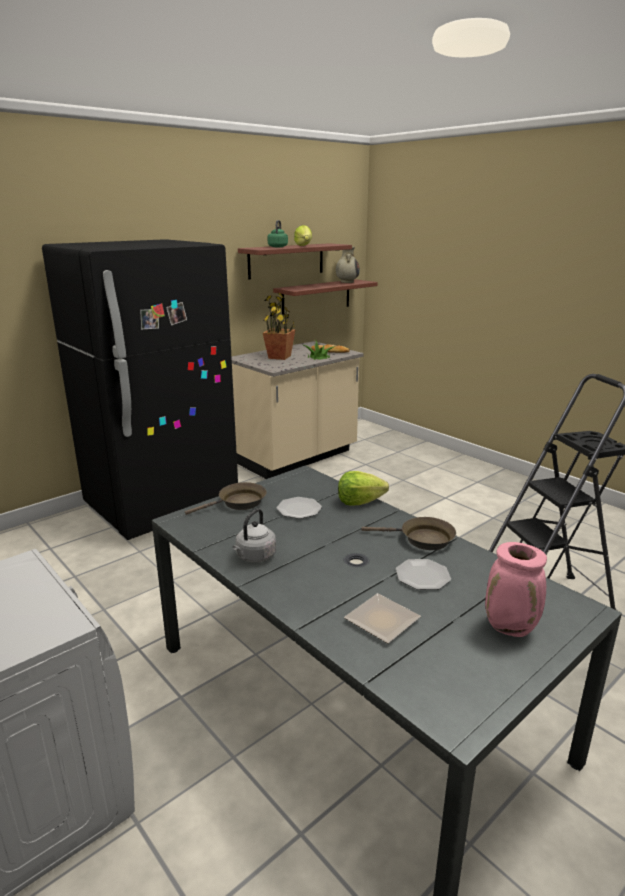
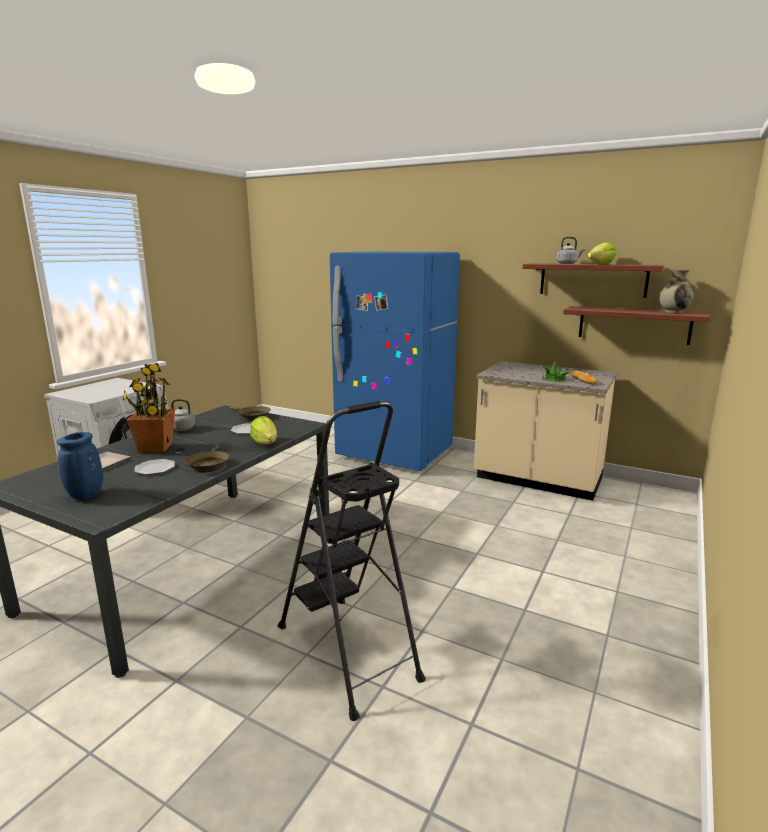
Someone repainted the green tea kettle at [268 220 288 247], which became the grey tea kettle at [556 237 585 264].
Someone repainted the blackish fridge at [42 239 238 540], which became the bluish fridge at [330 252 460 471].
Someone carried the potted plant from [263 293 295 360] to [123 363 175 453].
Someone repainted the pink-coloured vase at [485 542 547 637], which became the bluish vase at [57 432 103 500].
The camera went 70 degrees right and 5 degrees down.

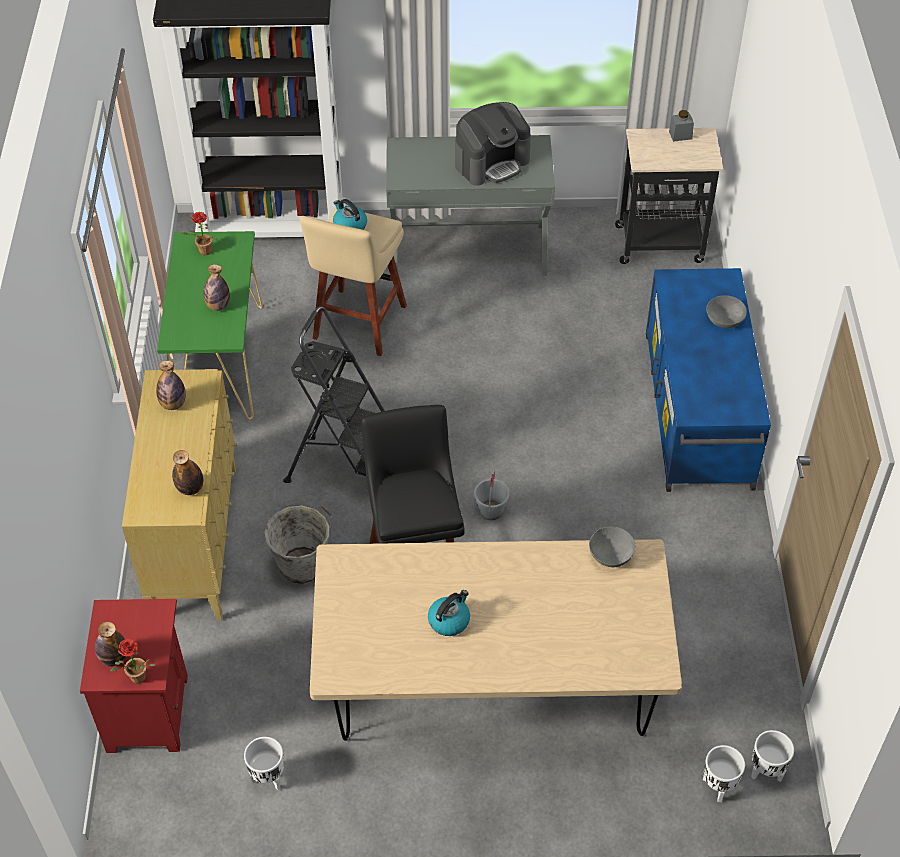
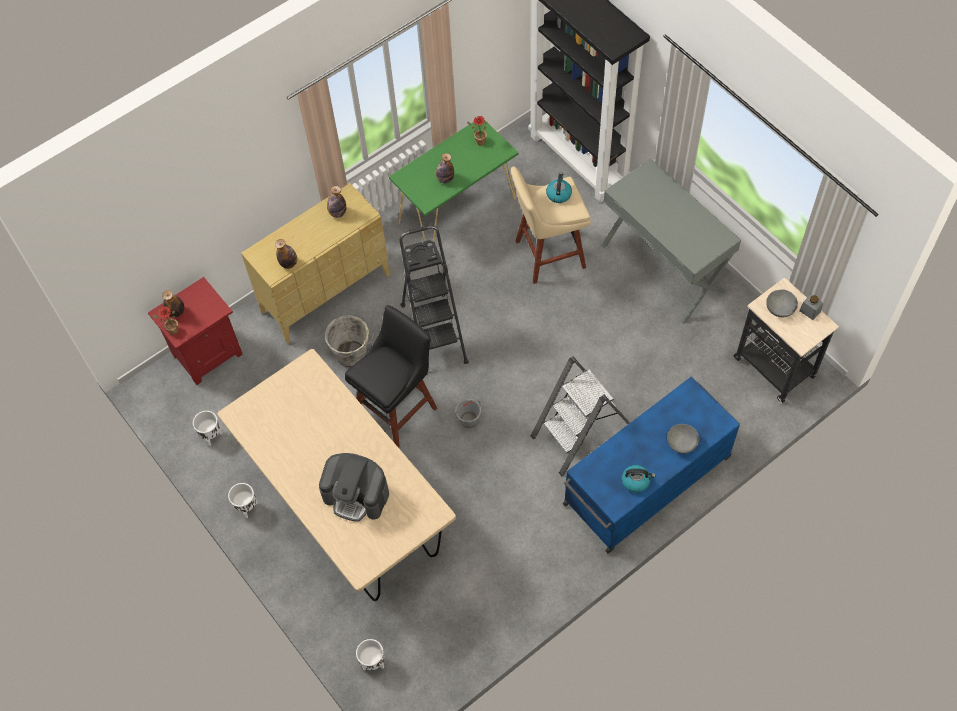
Someone carried the coffee maker from [455 102 531 186] to [319 453 389 522].
Someone carried the grey serving bowl from [589 527 636 567] to [766 290 798 317].
Someone carried the tea kettle from [428 590 470 636] to [622 465 656 493].
Someone carried the white-coloured flower pot from [751 730 794 782] to [228 483 258 518].
Someone put down the grey step stool at [530 356 630 476].
The camera went 55 degrees right and 10 degrees up.

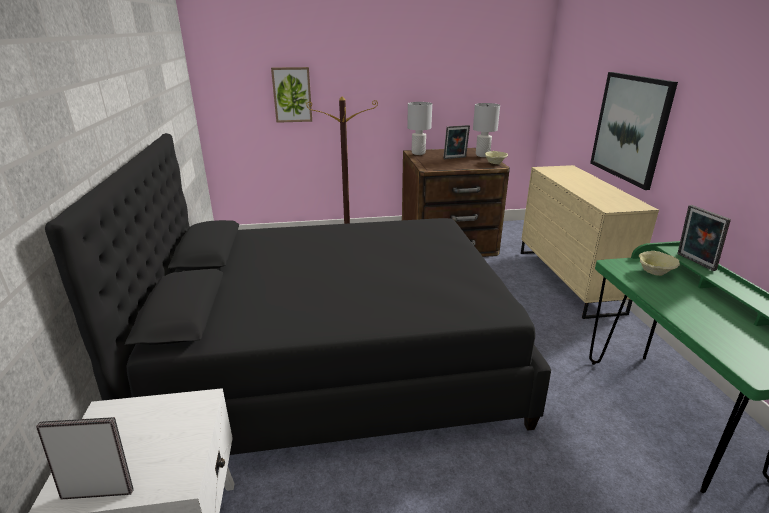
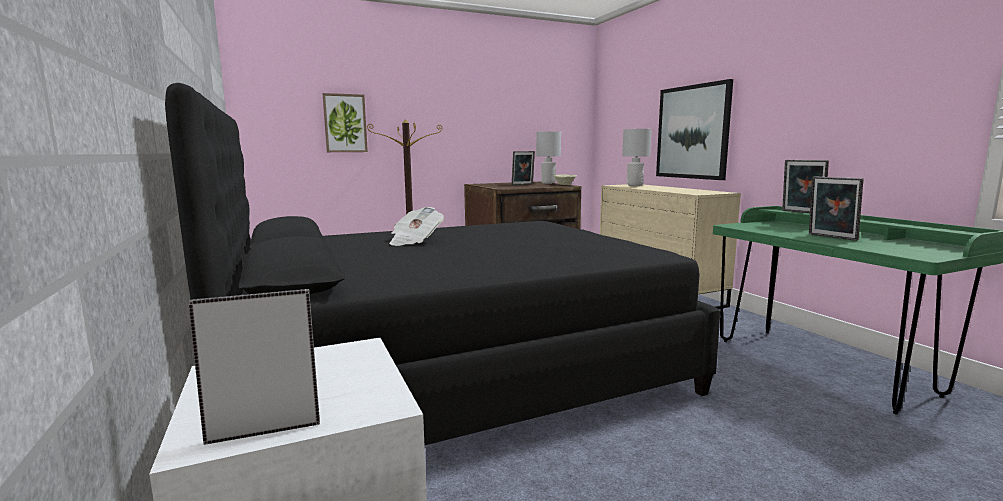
Someone carried the grey table lamp from [407 102 432 155] to [622 128 651 187].
Someone took away the beige-coloured serving bowl at [639 251 680 276].
Someone put down the picture frame at [809 177 864 241].
Someone put down the printed paper at [389 207 444 246].
The camera went 15 degrees left and 15 degrees down.

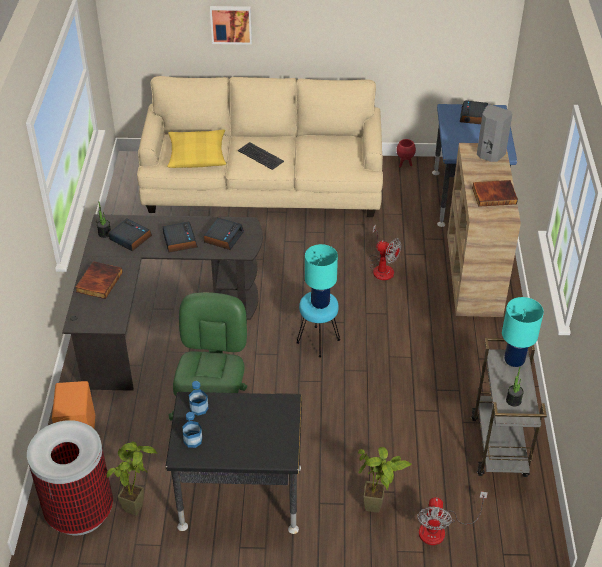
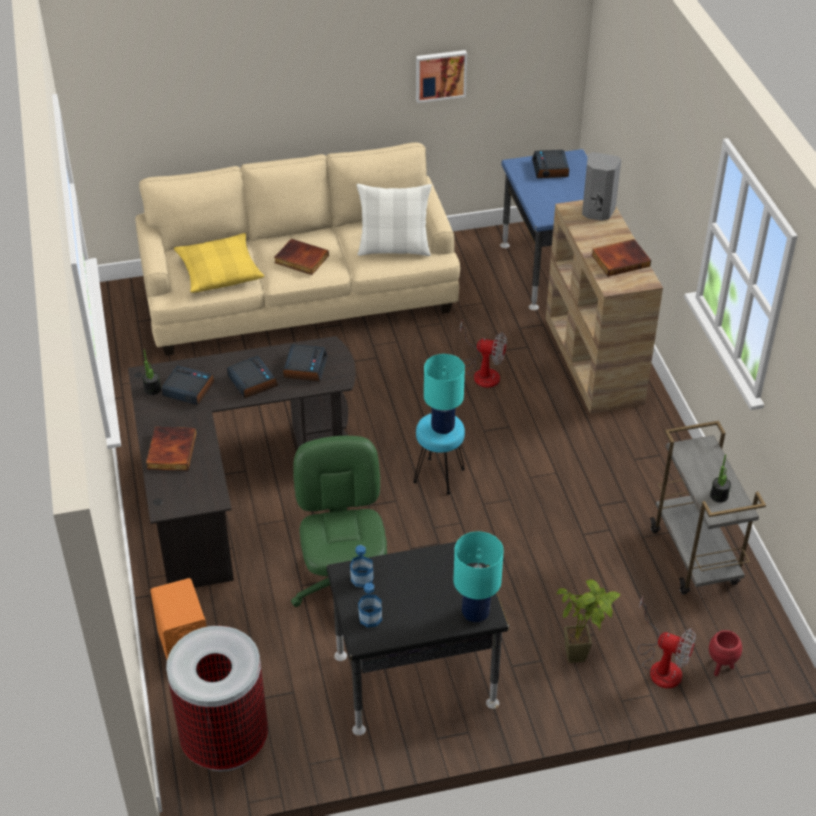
Someone carried the wall art from [210 6 252 45] to [416 50 467 103].
Someone carried the red flower pot from [396 139 416 168] to [709 630 742 676].
Someone swapped the PC keyboard at [238 142 284 170] for the volume at [274 239 329 275].
Someone carried the turquoise-coloured table lamp from [502 297 544 367] to [454 531 504 622].
Someone took away the potted plant at [107 441 157 516].
Someone rotated the cooling fan at [417 491 488 545] by 60 degrees counterclockwise.
Someone put down the white-coloured pillow at [357 184 432 256].
The camera went 15 degrees left and 0 degrees up.

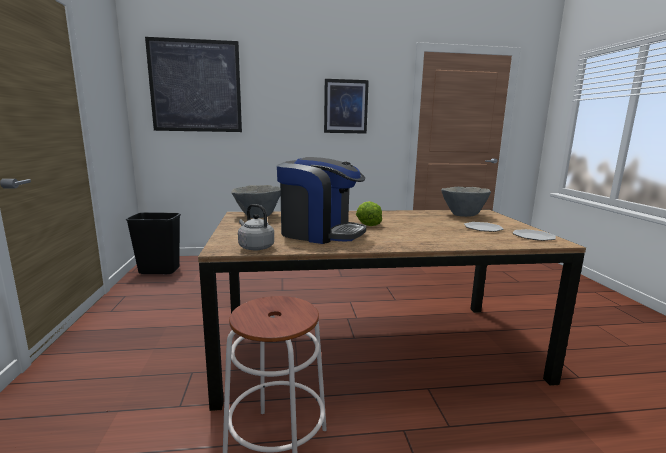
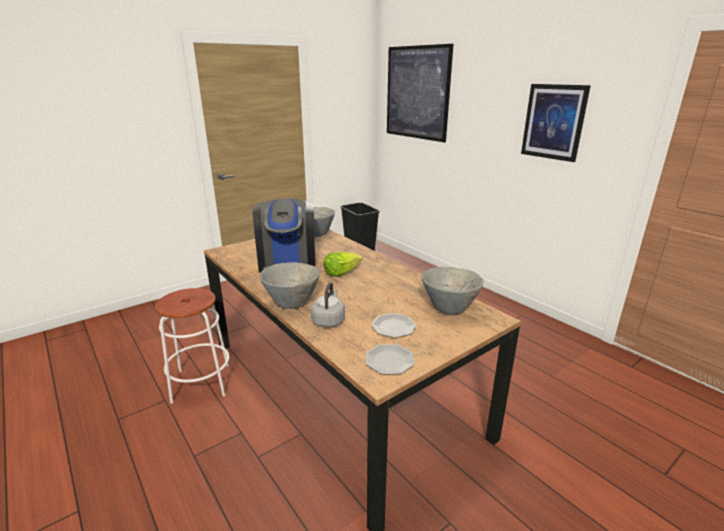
Someone carried the grey tea kettle from [238 204 274 250] to [311 282 345 327].
Someone put down the grey serving bowl at [259 262 320 309].
The camera went 60 degrees right and 10 degrees up.

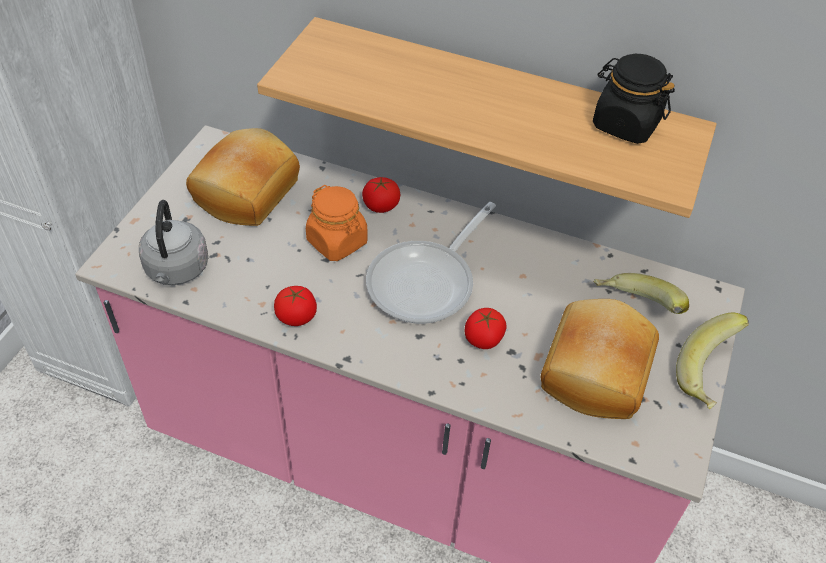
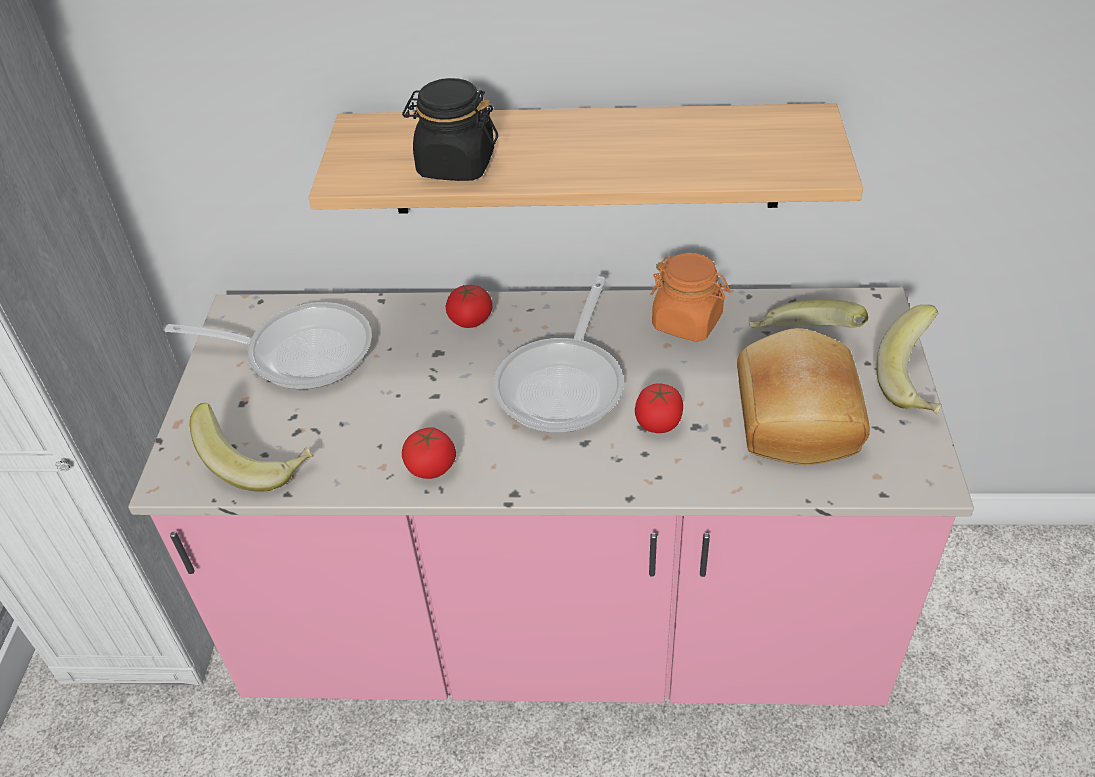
Someone carried the blackish storage jar from [593 54 675 144] to [402 78 498 181].
Someone swapped the bakery bread at [186 128 300 226] for the skillet at [165 302 372 389].
Someone carried the orange-coloured storage jar from [306 185 367 261] to [651 253 730 342].
Someone swapped the grey tea kettle at [139 200 208 285] for the banana fruit at [190 403 314 492].
The camera went 15 degrees left and 5 degrees down.

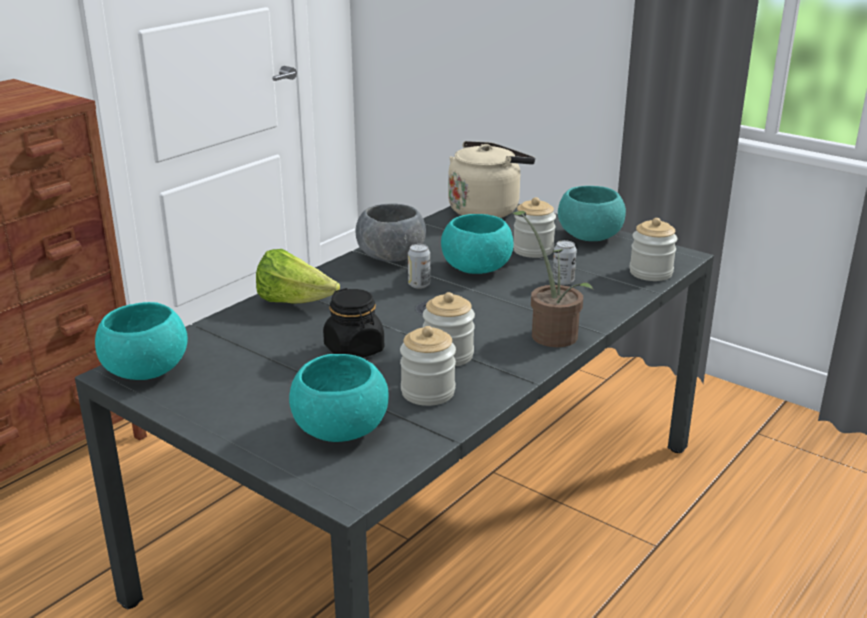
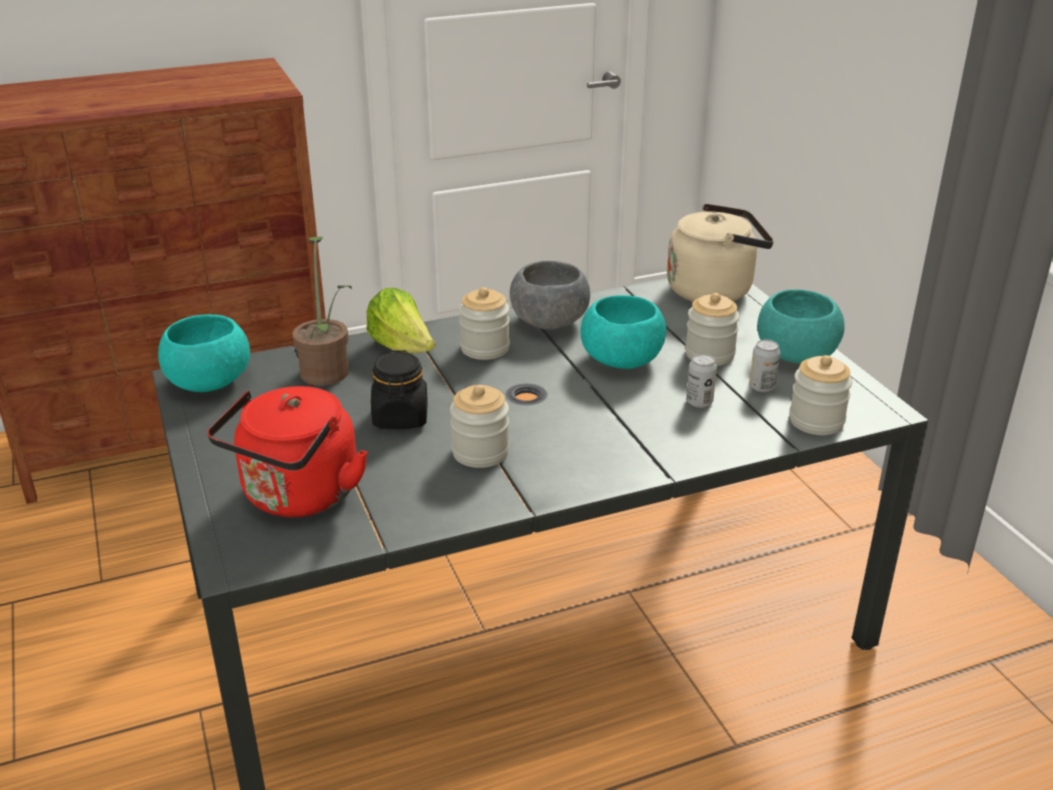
Someone carried the potted plant from [511 211 594 347] to [292 237 352 385].
Someone carried the sealed can from [408 244 430 289] to [749 340 780 392].
Someone carried the storage jar from [400 326 456 406] to [459 287 510 360].
Someone swapped the turquoise-coloured serving bowl at [289 354 389 442] for the red tea kettle at [207 386 368 517].
The camera went 30 degrees right and 5 degrees up.

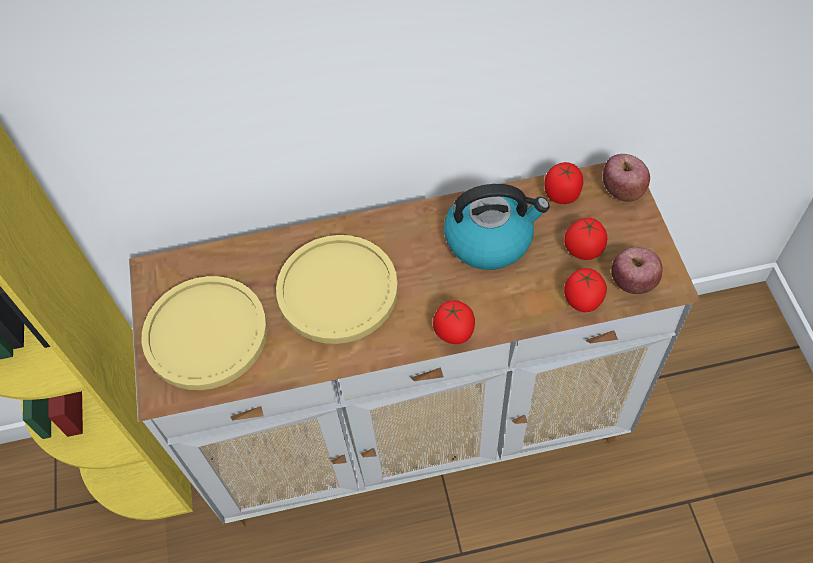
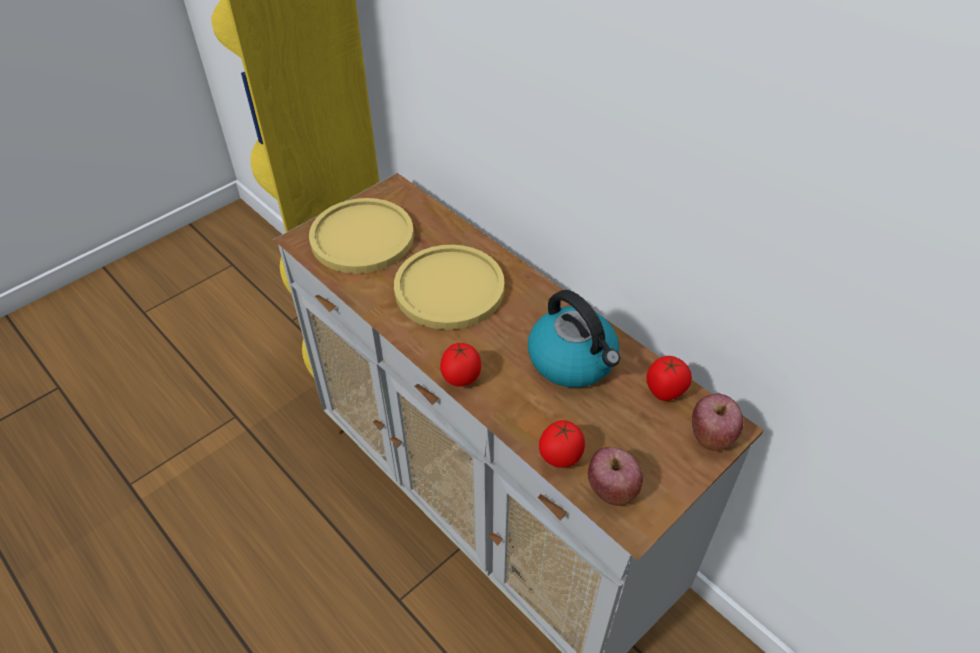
Someone took away the fresh tomato at [564 218 607 260].
The camera went 55 degrees right and 10 degrees down.

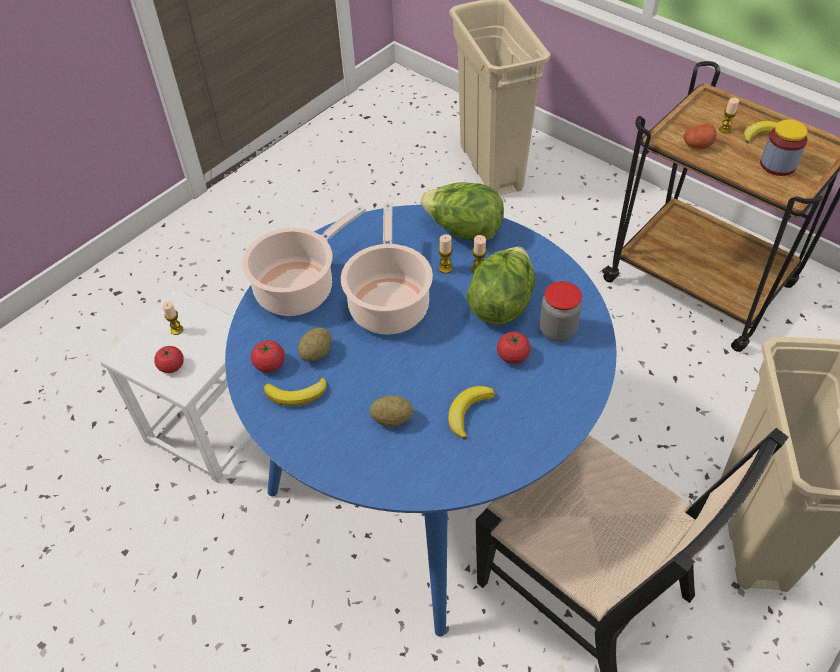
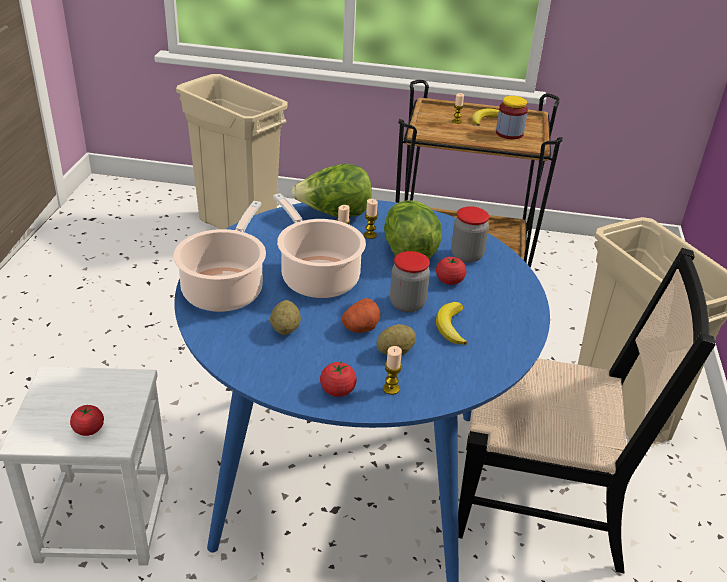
Someone carried the potato from [684 123 716 149] to [342 298 381 333].
Someone carried the candle from [162 301 183 335] to [383 346 402 395].
Someone carried the fresh tomato from [251 340 285 373] to [320 361 357 397].
Someone took away the banana fruit at [264 377 327 406].
Someone put down the storage jar at [390 251 430 312].
The camera went 35 degrees left and 15 degrees down.

